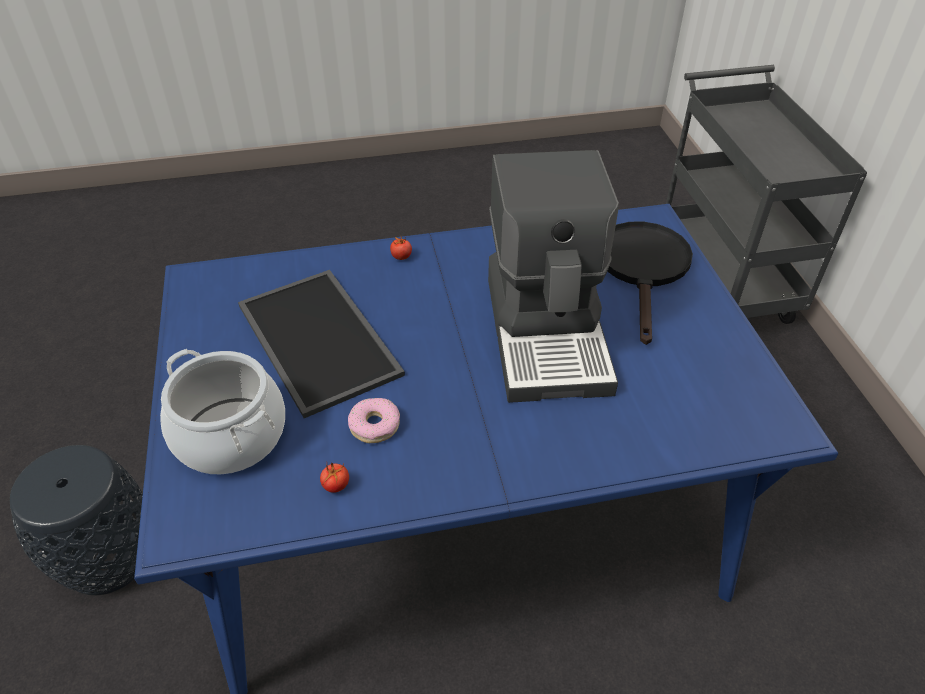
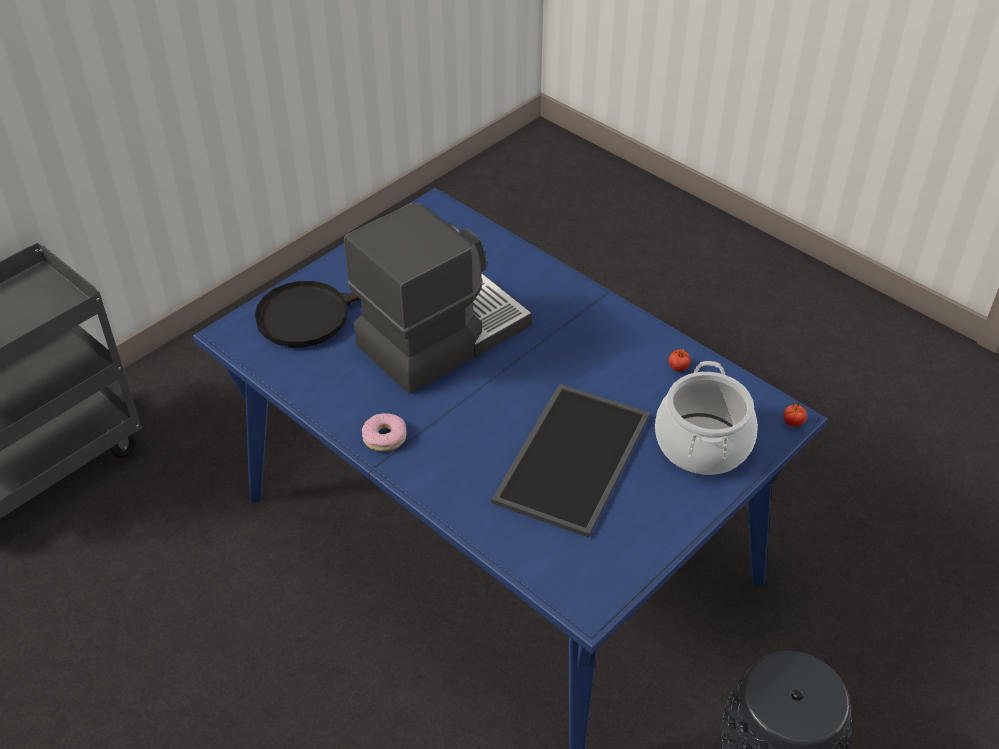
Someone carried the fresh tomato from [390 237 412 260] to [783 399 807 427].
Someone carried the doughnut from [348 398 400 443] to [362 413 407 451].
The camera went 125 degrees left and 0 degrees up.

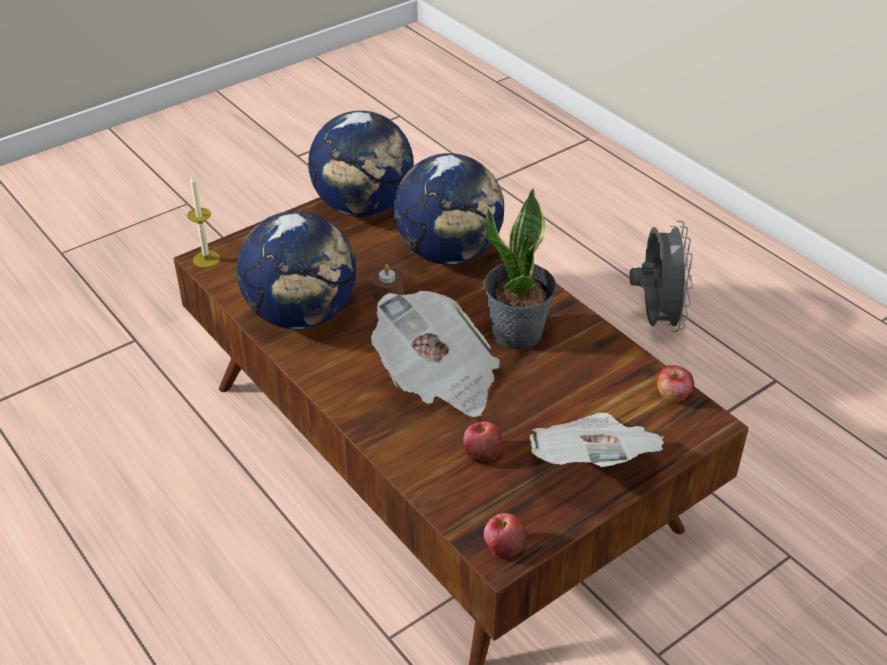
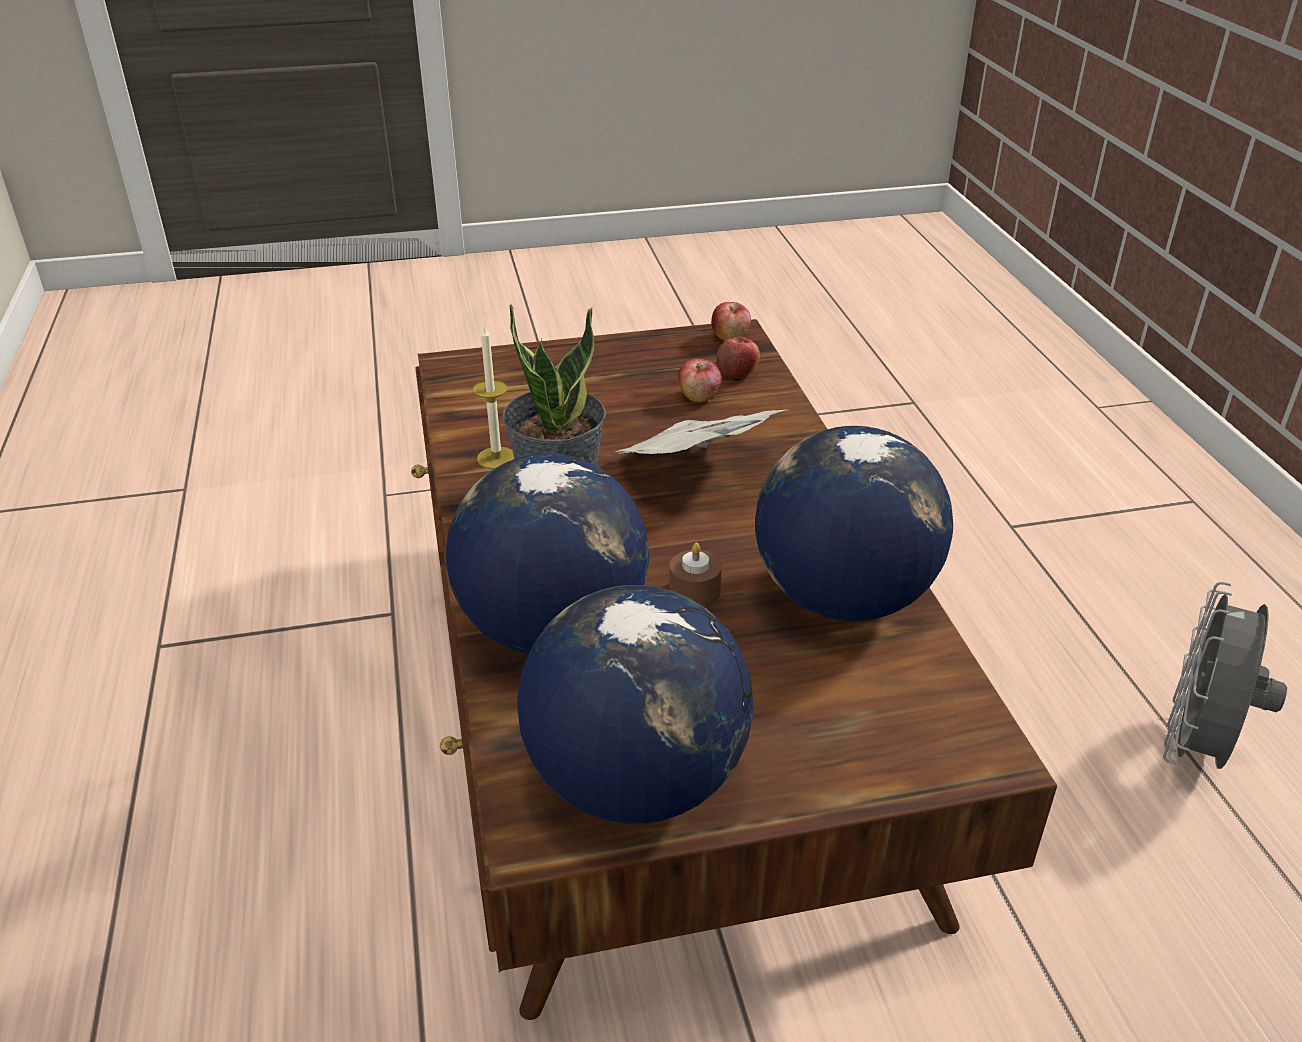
Someone carried the candle from [187 176 220 268] to [473 324 514 469].
Someone carried the grey cooling fan from [629 220 693 332] to [1163 582 1287 769].
Someone carried the apple from [657 365 694 403] to [716 337 760 381].
Someone took away the printed paper at [530 413 664 467].
The camera went 155 degrees left and 5 degrees down.

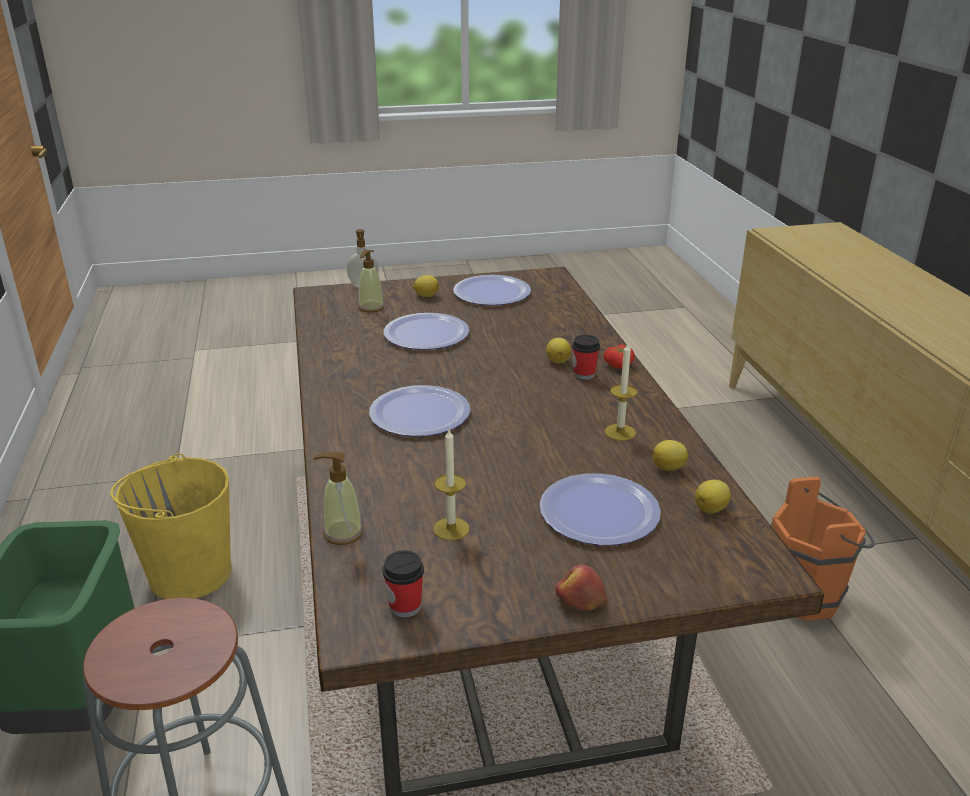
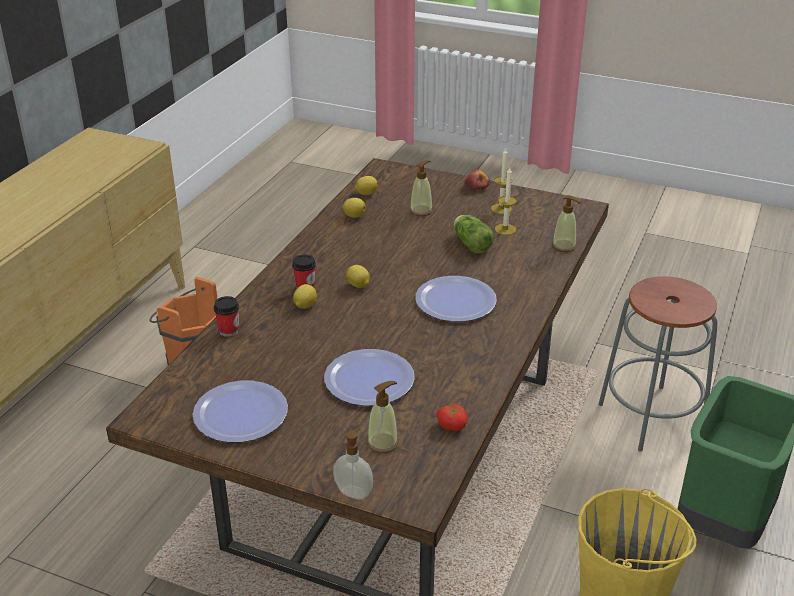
Someone carried the lemon from [413 275 439 297] to [346 265 370 288].
Someone carried the candle from [605 343 637 441] to [491 147 512 214].
Someone carried the fresh tomato from [603 345 635 369] to [436 403 468 431].
Someone swapped the flat dish at [540 473 661 545] for the soap dispenser at [410 160 433 216].
Someone carried the drinking cup from [382 550 424 618] to [214 296 239 337].
Someone put down the lettuce head at [454 215 494 253].
The camera went 145 degrees left and 5 degrees up.

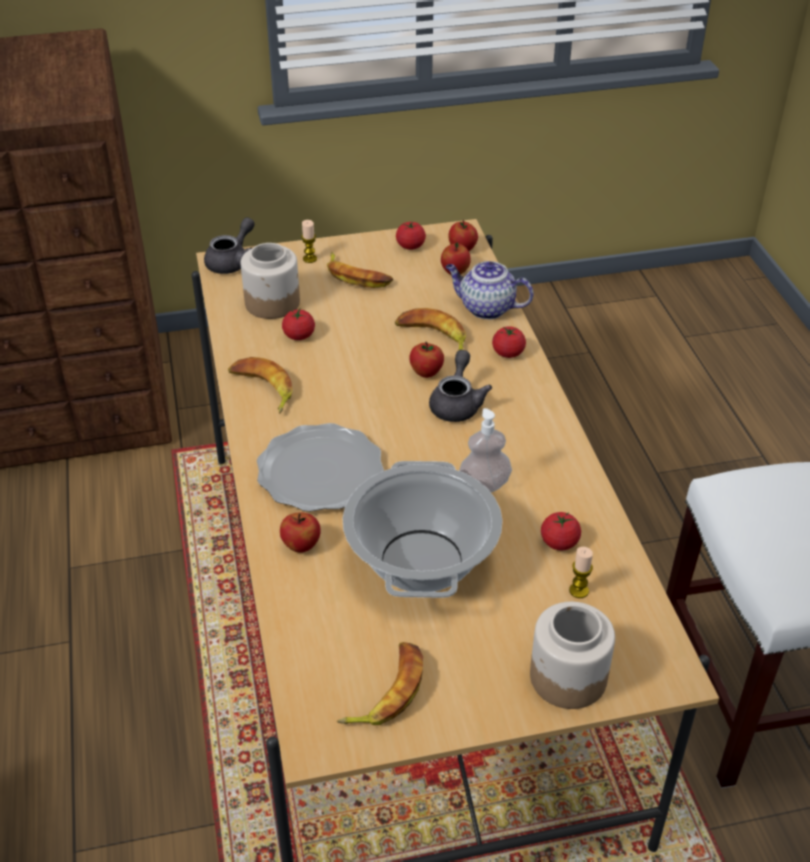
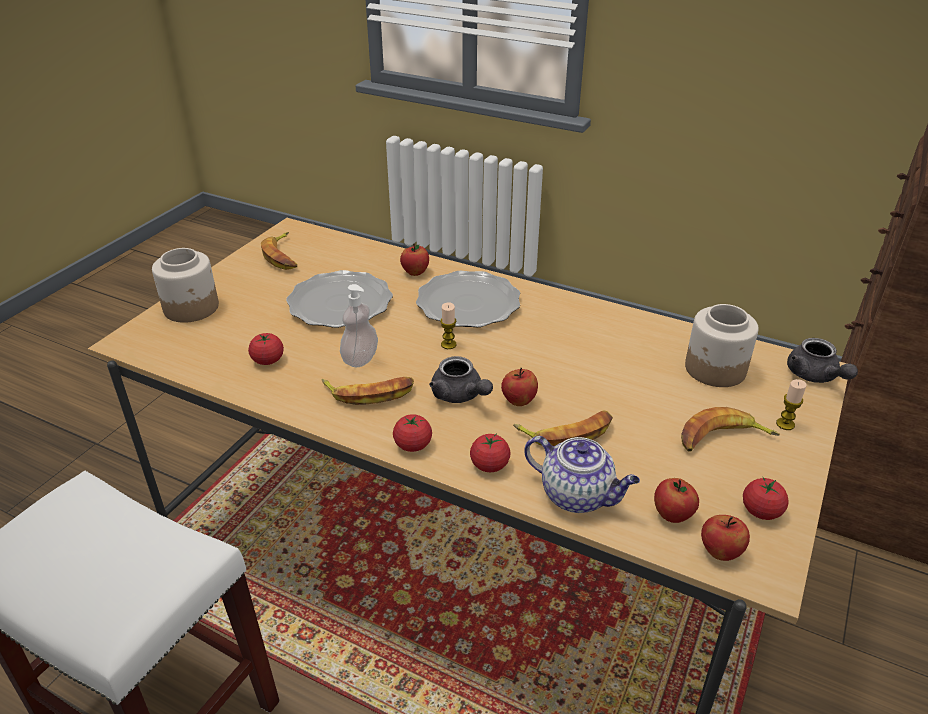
Someone rotated the tea pot at [446 261 534 319] by 60 degrees clockwise.
Someone carried the fresh tomato from [282 309 315 340] to [393 414 432 452].
Someone carried the banana fruit from [228 357 293 414] to [322 377 414 405].
Someone swapped the stockpot at [342 461 503 598] for the flat dish at [286 270 393 328].
Someone carried the candle from [569 547 593 598] to [440 302 456 349].
The camera went 130 degrees right and 5 degrees down.

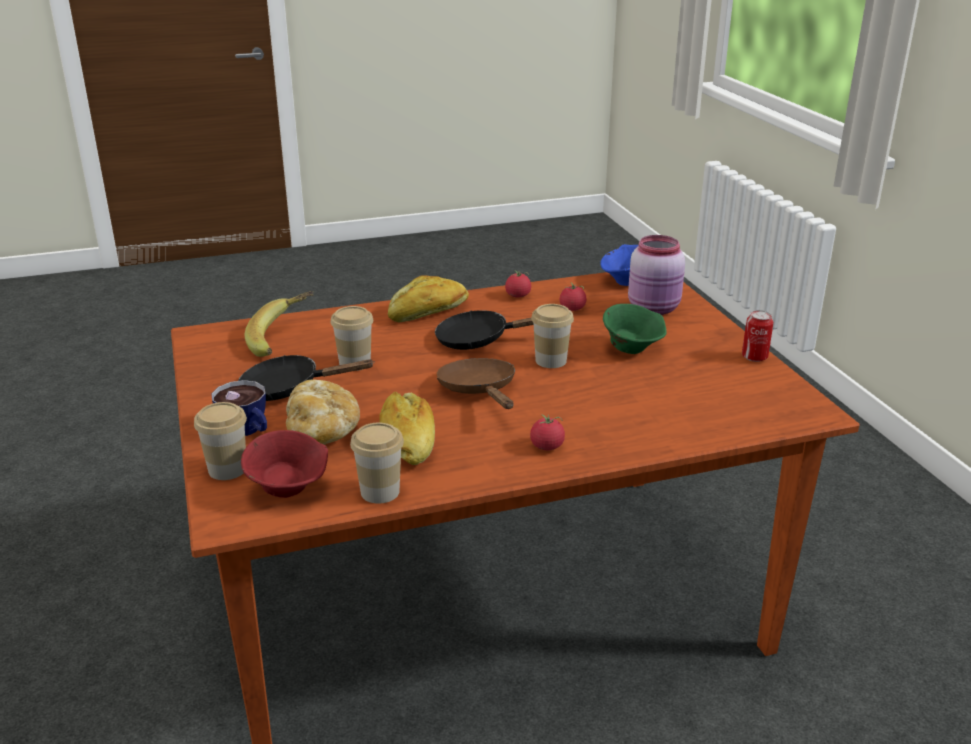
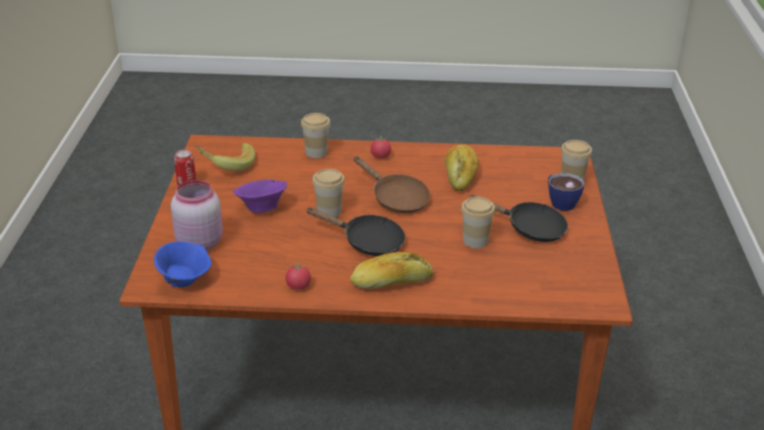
Someone took away the fresh tomato at [560 282 586 311].
Someone carried the banana fruit from [245 291 313 357] to [194 143 255 171].
Someone repainted the green serving bowl at [603 304 667 354], which became the purple serving bowl at [233 180 287 213].
Someone rotated the brown-coloured skillet at [437 358 515 409] by 45 degrees counterclockwise.
Someone took away the bakery bread at [286 380 360 445].
Someone carried the drinking cup from [350 423 404 504] to [301 113 330 158].
Someone took away the red serving bowl at [241 430 328 498].
The camera went 160 degrees left and 5 degrees up.

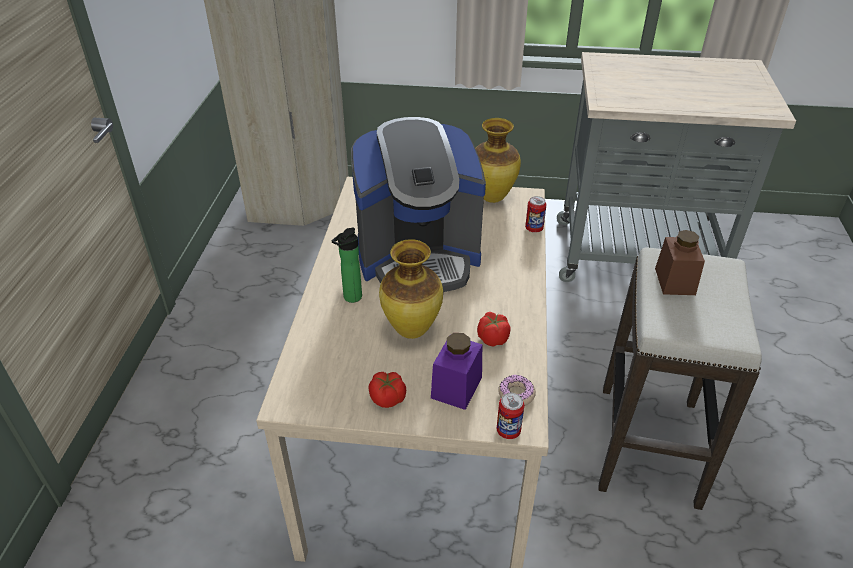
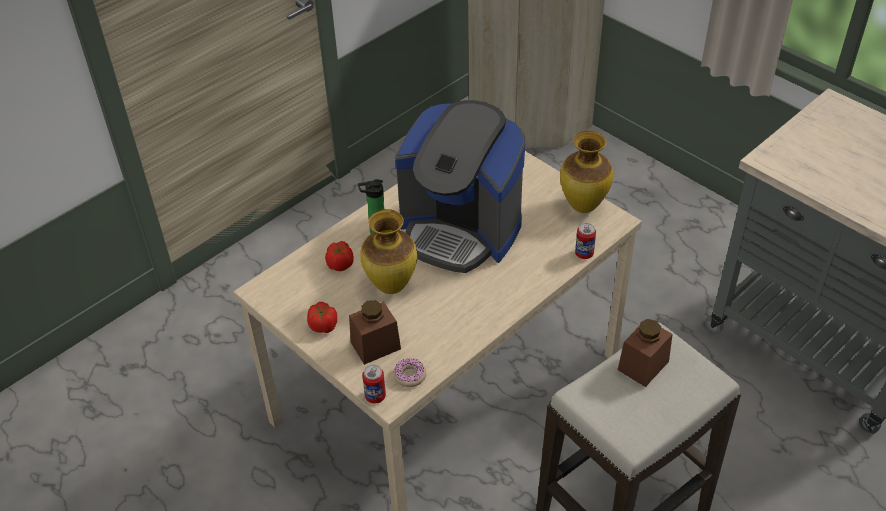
Someone carried the fresh tomato from [477 312 511 347] to [325 241 354 271].
Someone repainted the purple storage jar at [431 333 482 410], which became the brown-coloured storage jar at [349 300 401 365].
The camera went 40 degrees right and 5 degrees up.

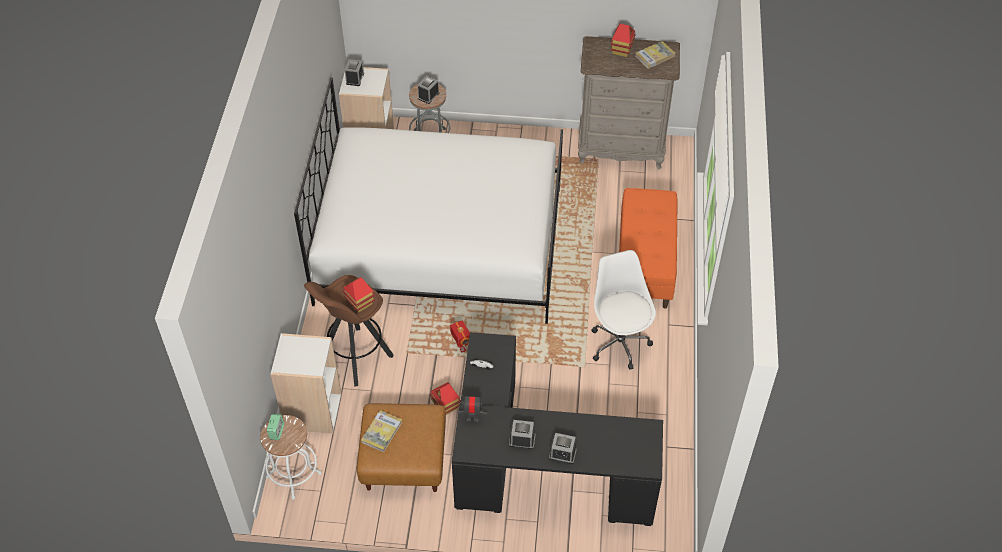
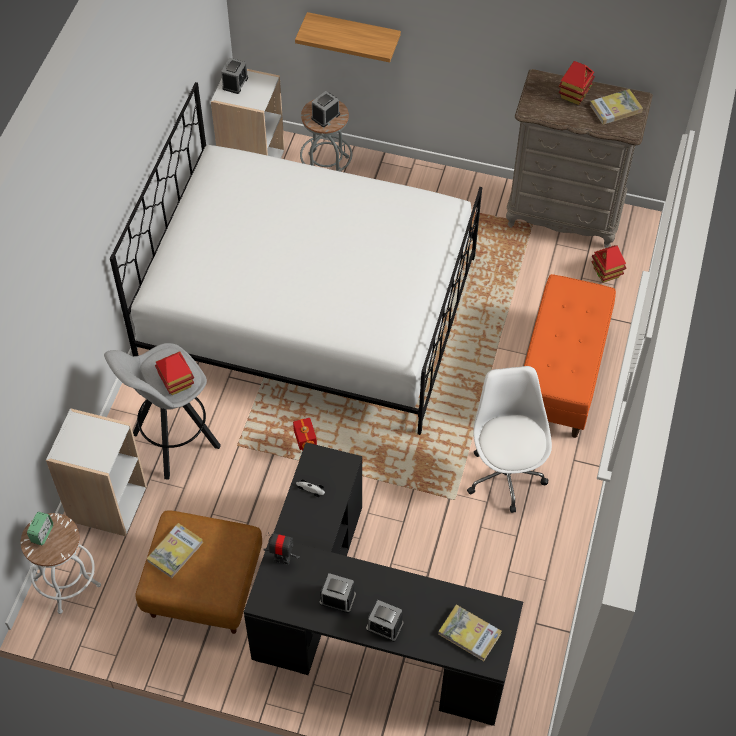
Someone repainted the brown-coloured stool seat at [304 275 393 386], which became the grey stool seat at [104 343 221 480].
Someone carried the model house from [430 382 461 415] to [592 245 626 283].
Someone put up the shelf at [295 12 401 62].
Someone put down the volume at [438 605 502 661].
The camera went 10 degrees right and 5 degrees up.

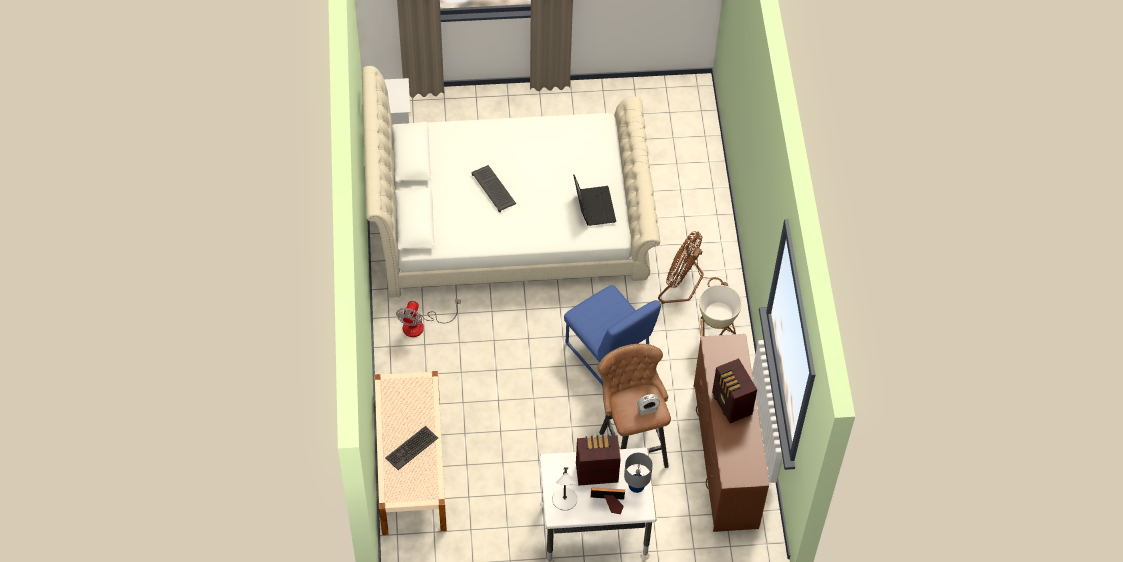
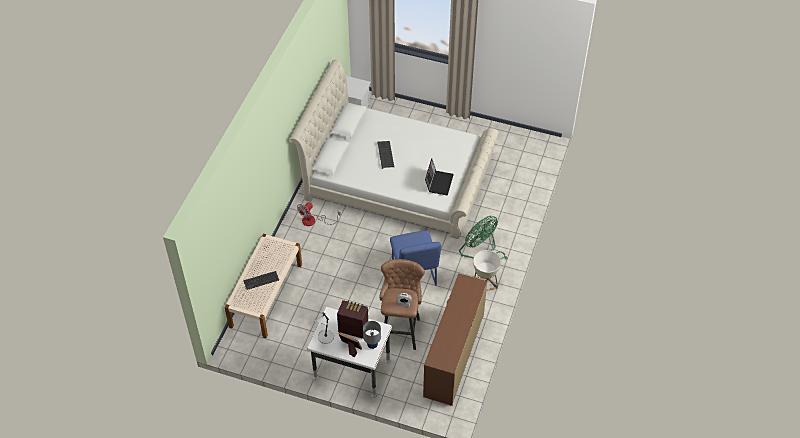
Someone repainted the brown-coloured cooling fan at [658 231 729 304], which became the green cooling fan at [459 216 508 259].
Someone took away the radio at [712 358 757 423].
The camera went 25 degrees right and 5 degrees down.

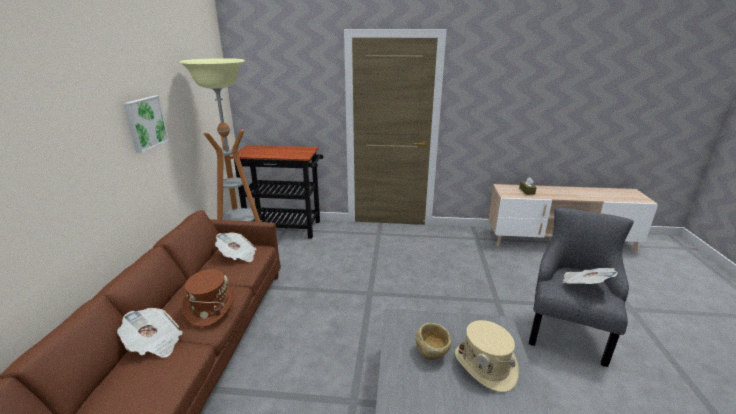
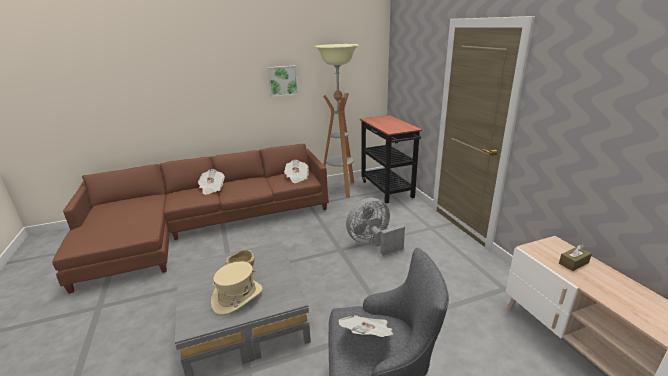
Someone took away the brown-coloured hat at [182 269 235 327].
Someone put down the grey cooling fan at [346 198 405 256].
The camera went 65 degrees right and 0 degrees up.

